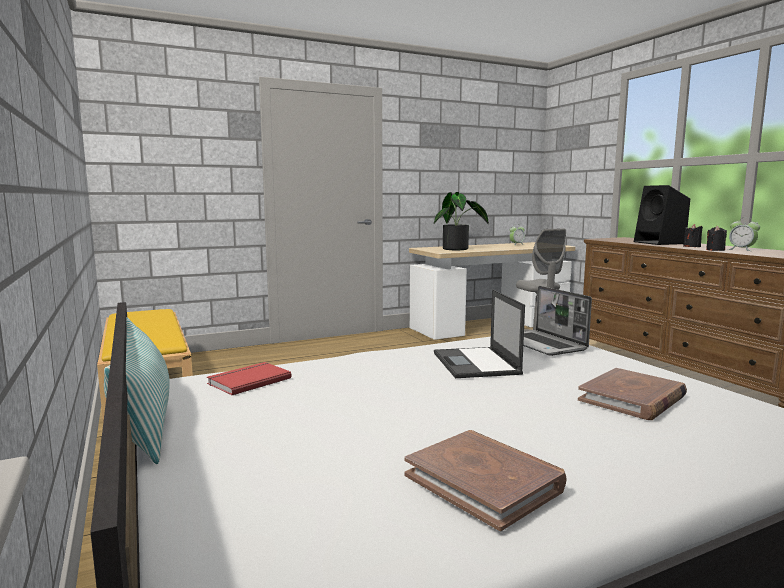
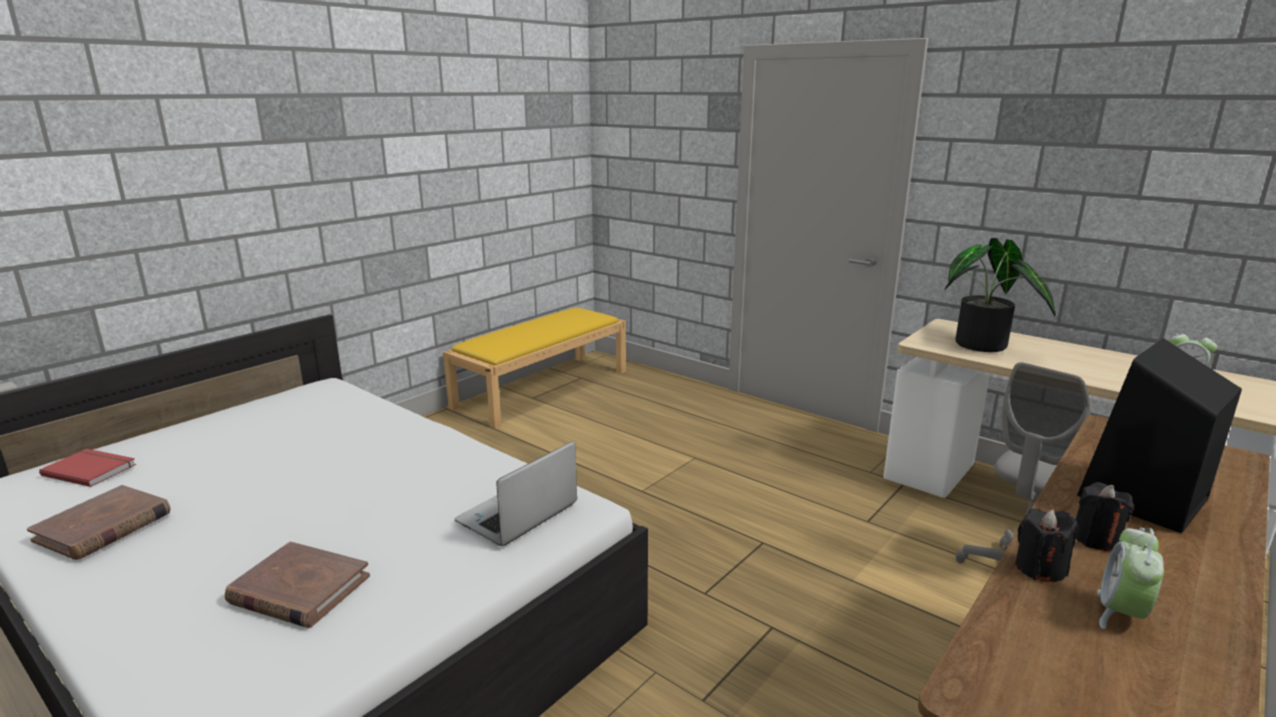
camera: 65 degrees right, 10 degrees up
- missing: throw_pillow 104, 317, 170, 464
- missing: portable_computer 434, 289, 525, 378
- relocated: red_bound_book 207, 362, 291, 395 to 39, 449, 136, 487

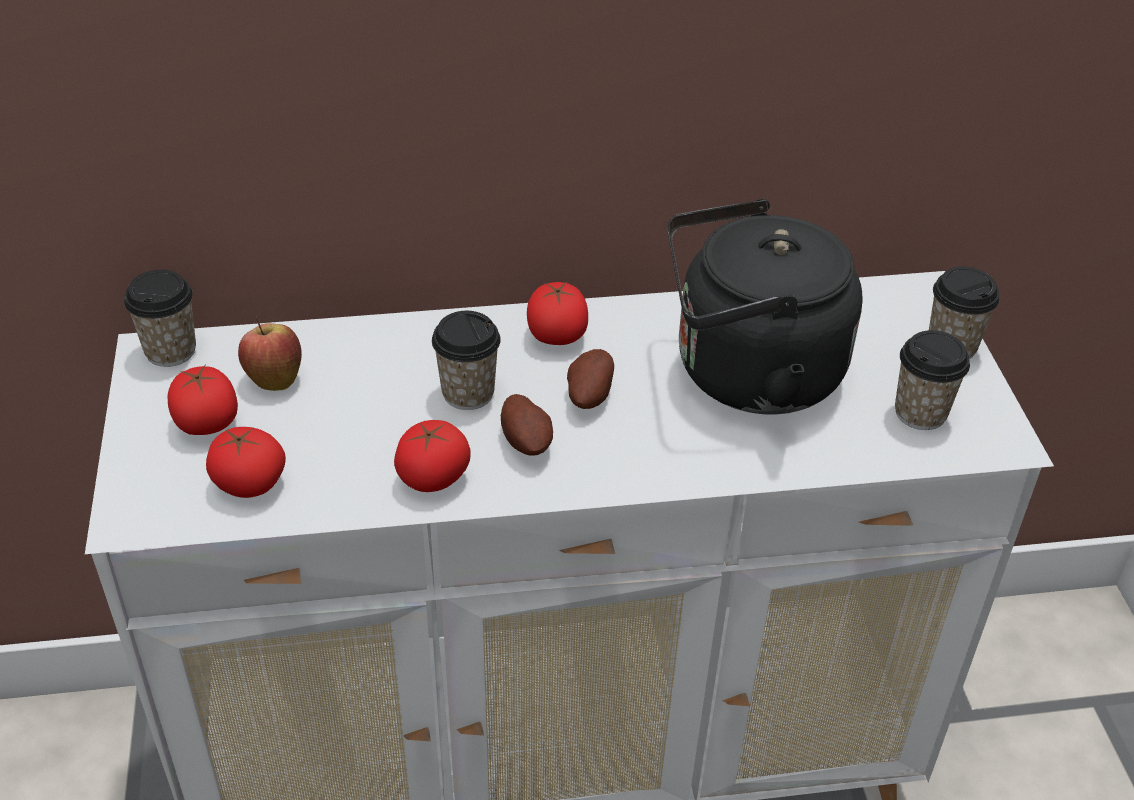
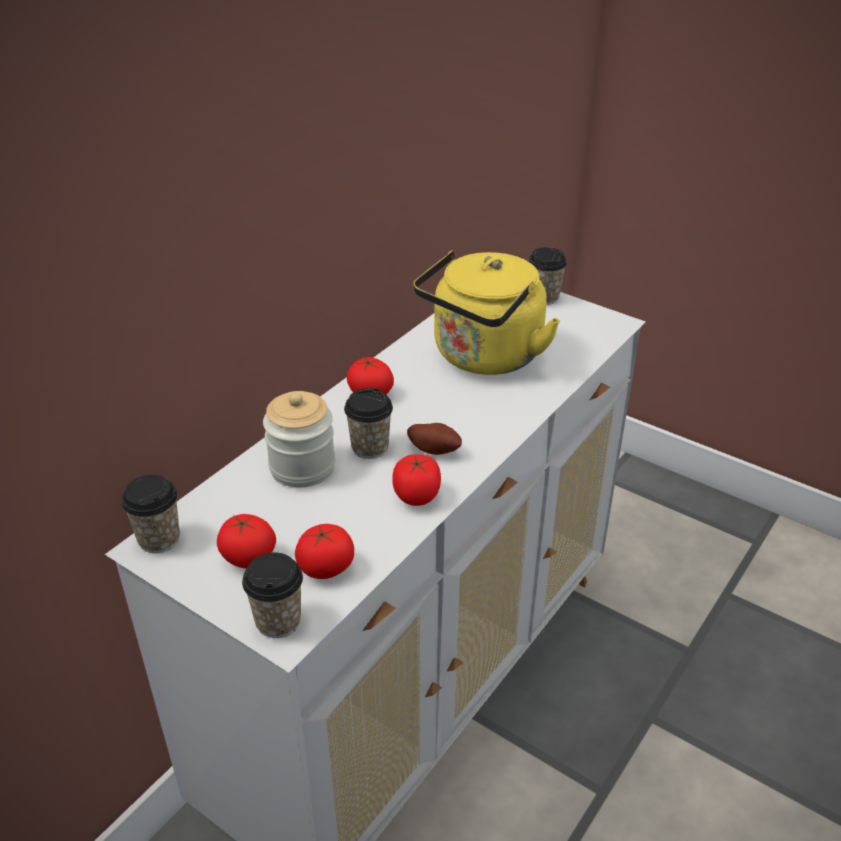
camera: 45 degrees left, 5 degrees down
- missing: apple_fruit 238, 316, 302, 391
- missing: whole_potato 567, 349, 614, 409
- appeared: storage_jar 263, 391, 335, 488
- relocated: drinking_cup 895, 330, 970, 430 to 242, 552, 303, 638
- colour: black-coloured_kettle 668, 199, 863, 414 to yellow_kettle 413, 250, 561, 375

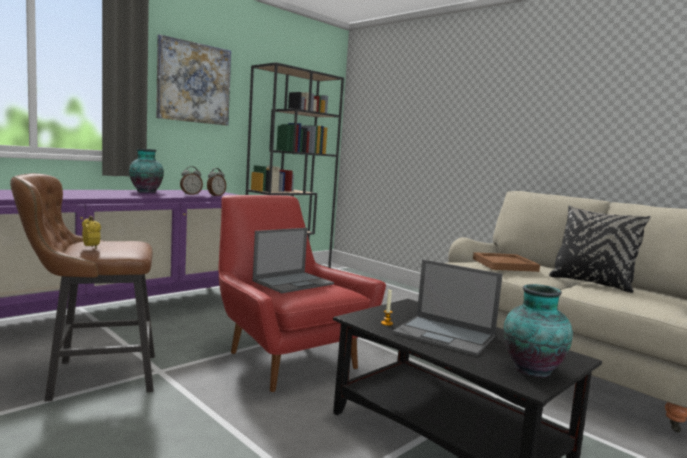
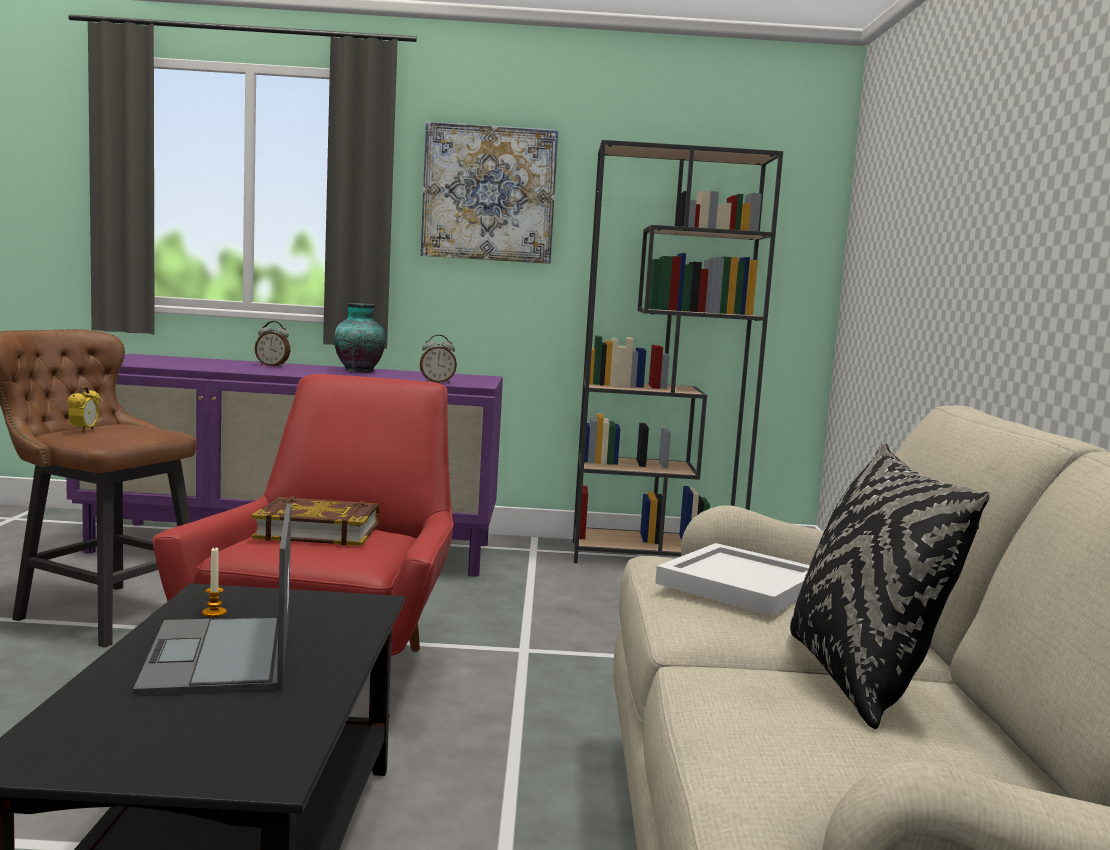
camera: 45 degrees right, 0 degrees up
- missing: decorative_vase 503, 284, 573, 378
- relocated: table_clock 180, 166, 203, 195 to 255, 321, 291, 367
- exchanged: portable_computer 252, 228, 334, 293 to bound_book 251, 496, 380, 546
- colour: brown_serving_tray 473, 252, 540, 272 to white-coloured_serving_tray 655, 543, 810, 616

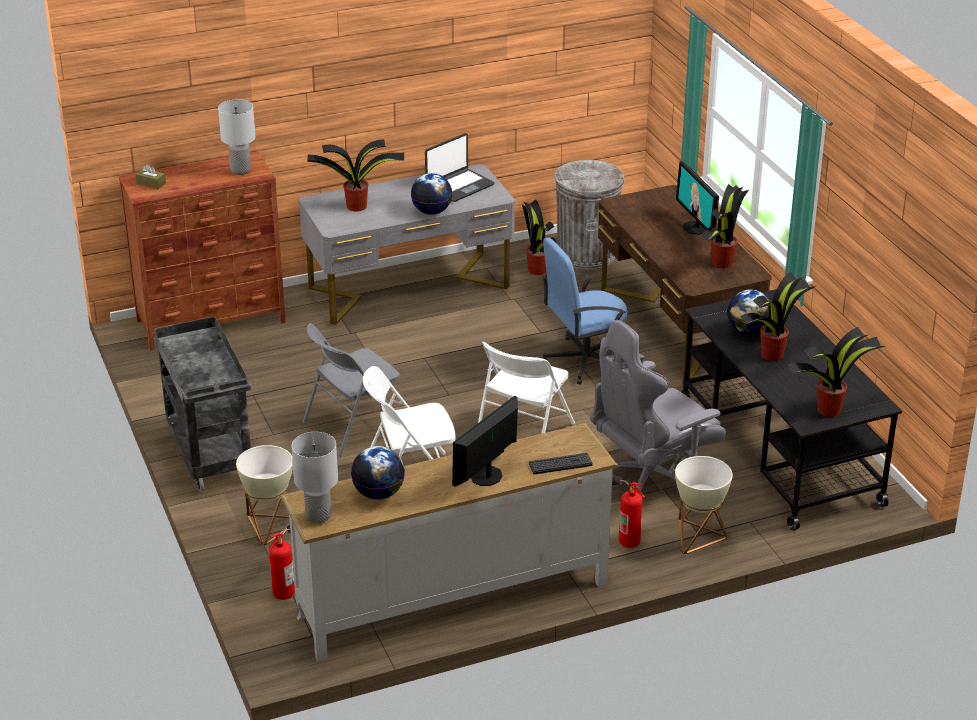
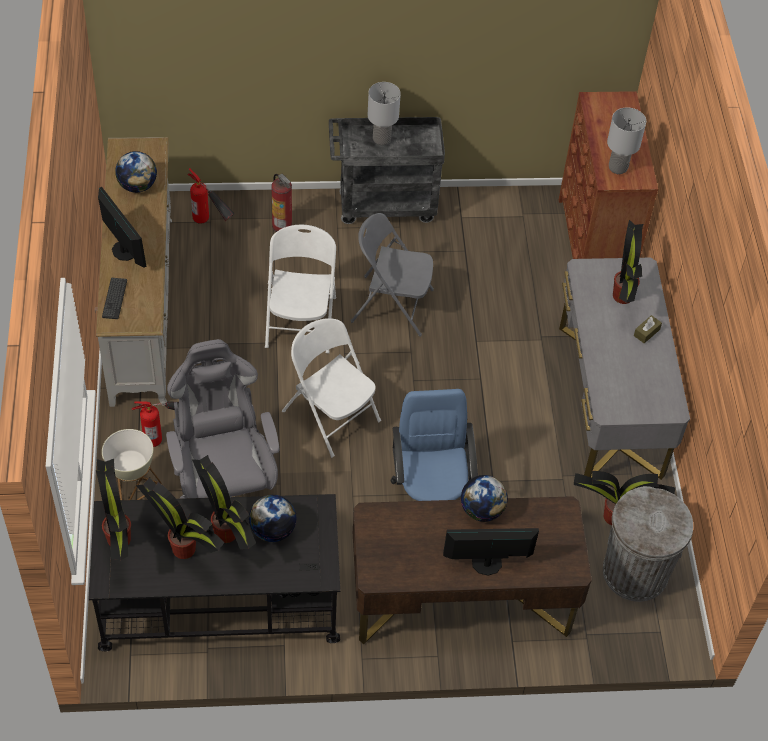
camera: 105 degrees right, 20 degrees up
- missing: portable_computer 425, 133, 494, 202
- relocated: brown_box_of_tissues 135, 164, 166, 189 to 634, 315, 662, 343
- relocated: gray_lamp_for_a_table 292, 432, 338, 523 to 368, 82, 401, 145
- relocated: desk_globe 411, 173, 452, 215 to 461, 475, 507, 522
- relocated: potted_plant 700, 184, 749, 268 to 136, 478, 224, 559
- exchanged: plant_pot 236, 445, 293, 545 to fire_extinguisher 271, 174, 292, 232
- spun: gray_upright_chair 302, 323, 400, 457 = 351, 213, 434, 337 60 degrees counterclockwise

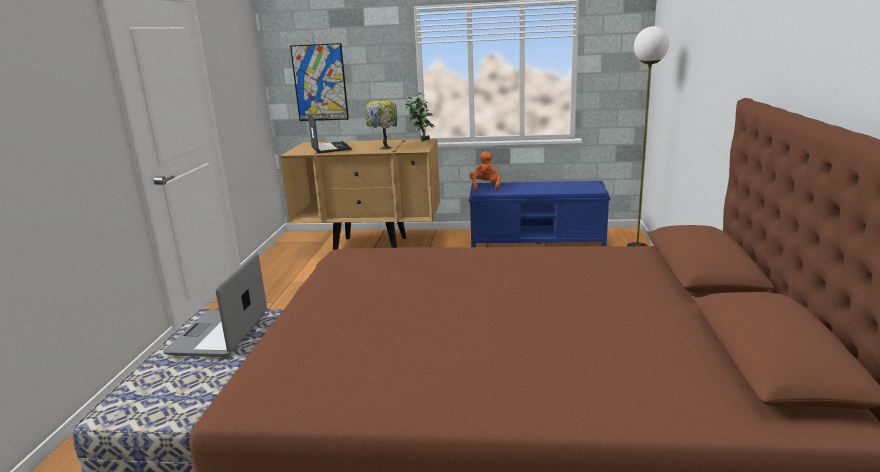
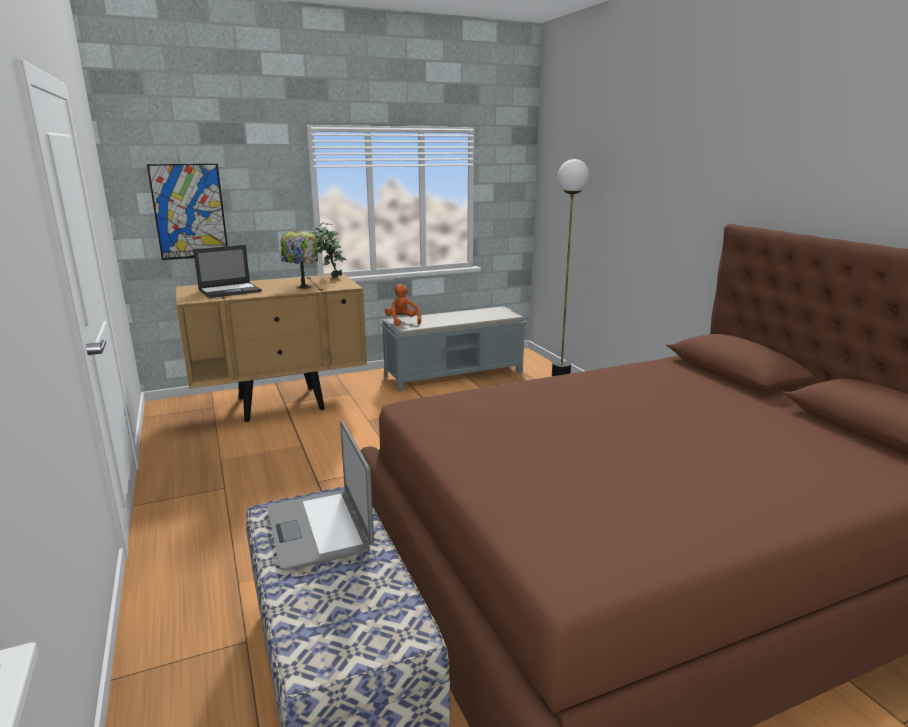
camera: 30 degrees left, 0 degrees up
- colour: blue_bench 469, 181, 611, 247 to gray_bench 381, 306, 526, 392
- spun: portable_computer 308, 113, 352, 153 = 193, 245, 262, 298 105 degrees clockwise

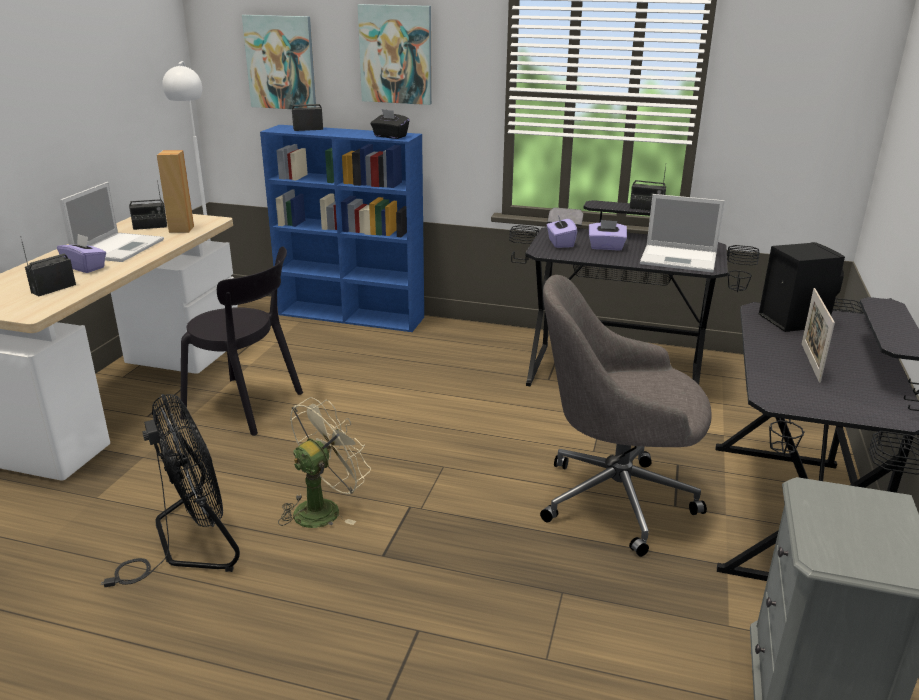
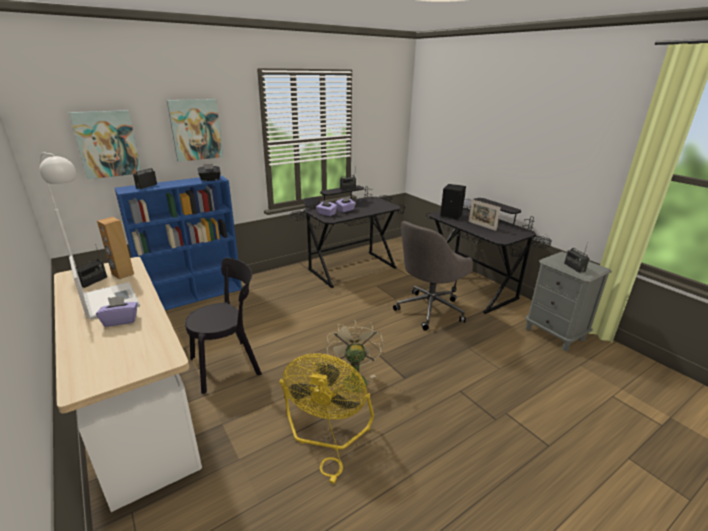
camera: 50 degrees left, 0 degrees up
- missing: portable_computer 640, 194, 725, 272
- relocated: radio_set 20, 236, 76, 296 to 564, 242, 590, 273
- colour: black-coloured_fan 102, 394, 240, 587 to yellow_fan 279, 353, 374, 485

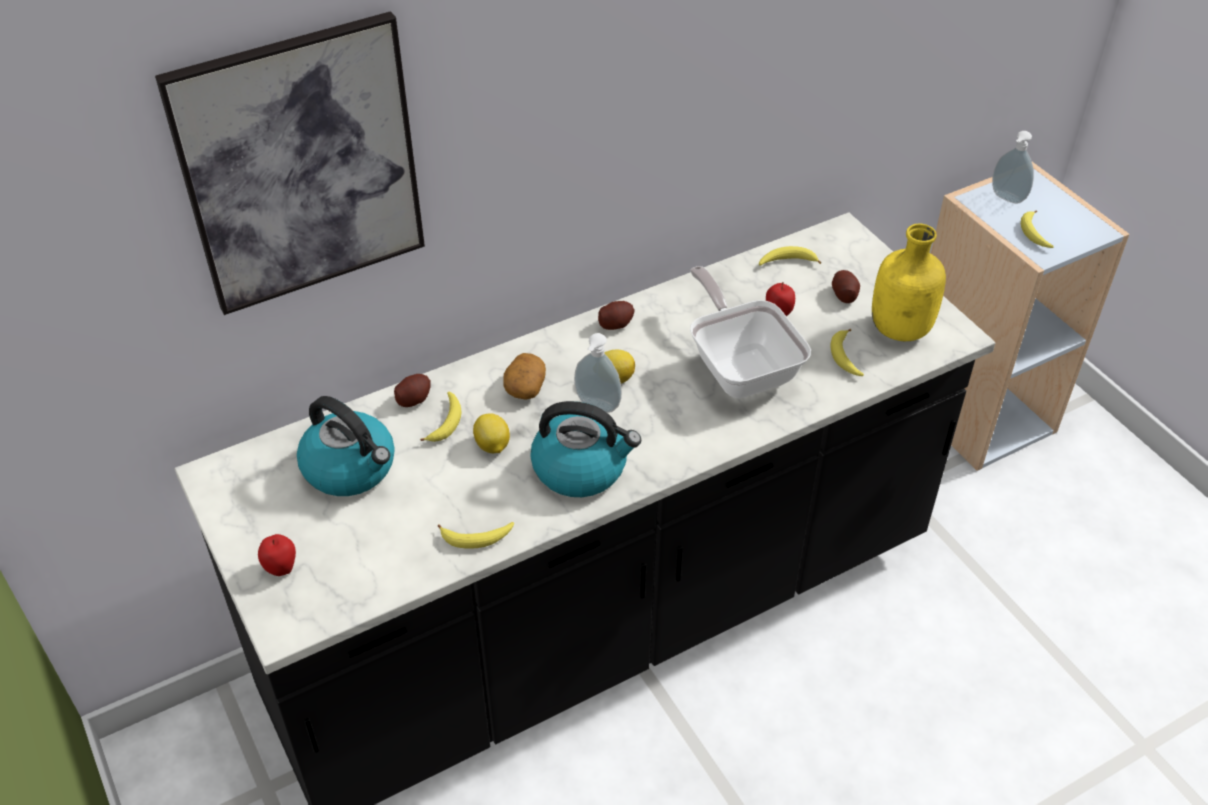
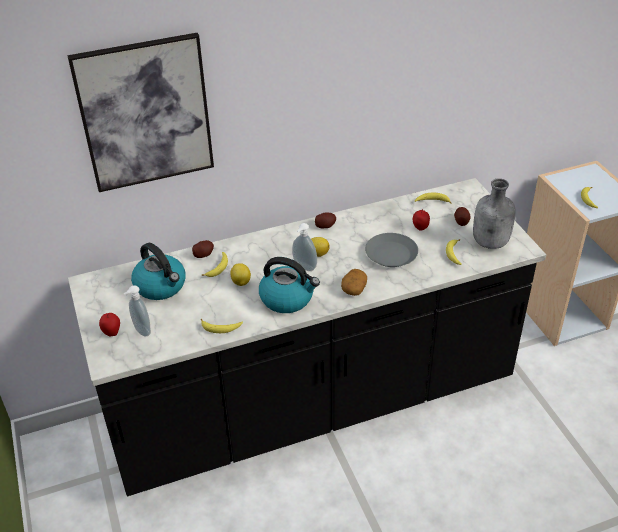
camera: 10 degrees right, 5 degrees down
- relocated: whole_potato 503, 353, 546, 400 to 341, 269, 367, 296
- relocated: soap_dispenser 992, 131, 1034, 204 to 124, 285, 151, 337
- exchanged: skillet 690, 266, 811, 398 to gray_plate 365, 233, 418, 267
- colour: yellow_bottle 872, 224, 946, 341 to gray_bottle 473, 178, 516, 249

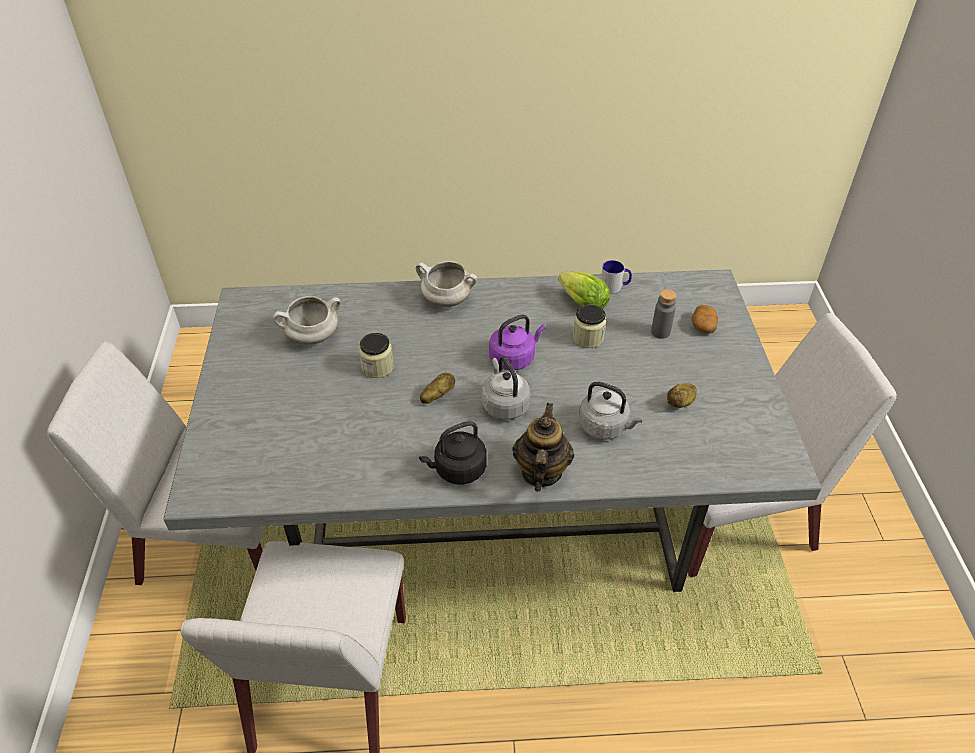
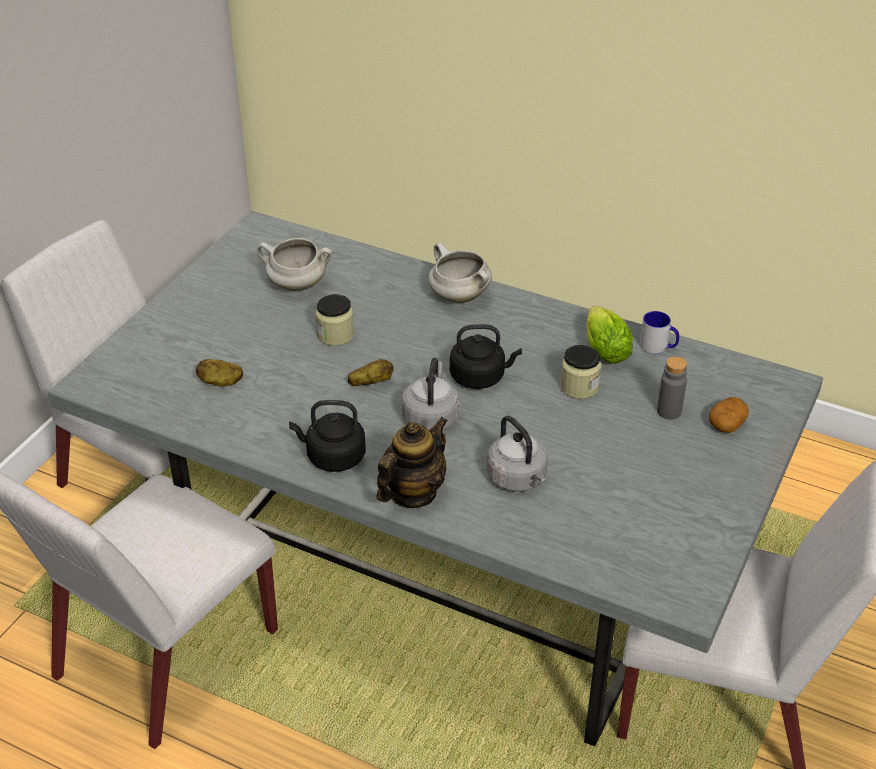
camera: 30 degrees right, 5 degrees down
- relocated: whole_potato 667, 383, 697, 408 to 196, 359, 243, 387
- colour: purple_kettle 489, 315, 546, 370 to black-coloured_kettle 450, 324, 522, 389

